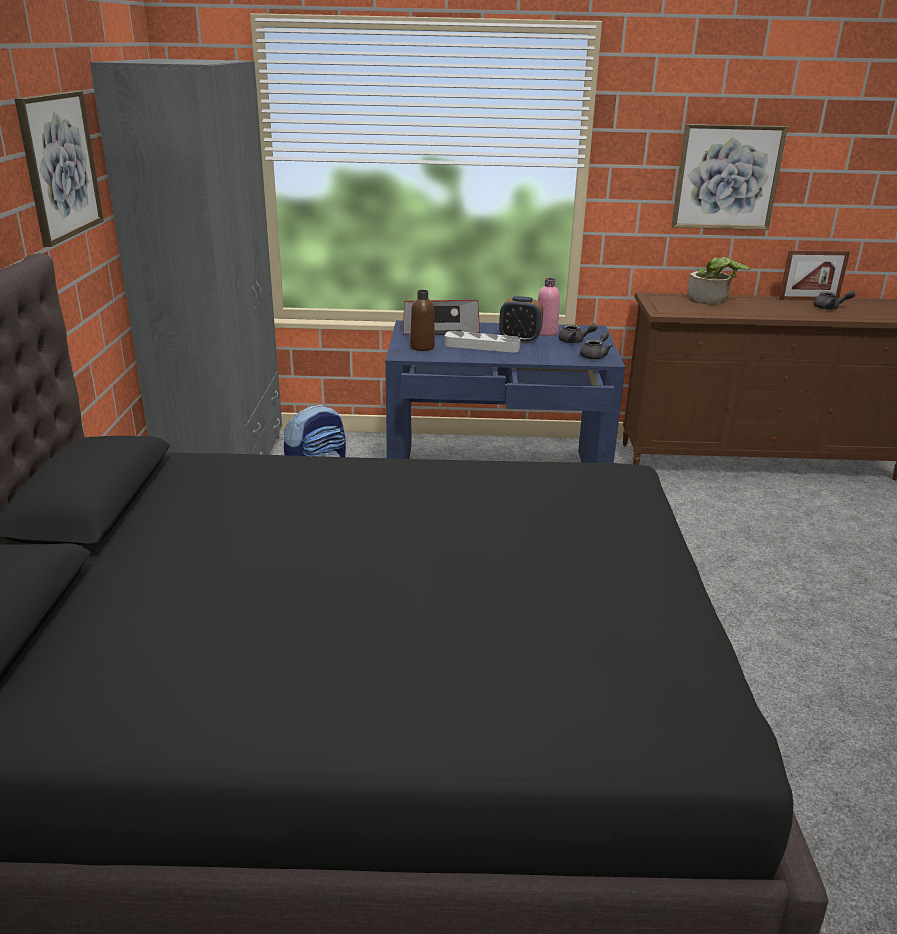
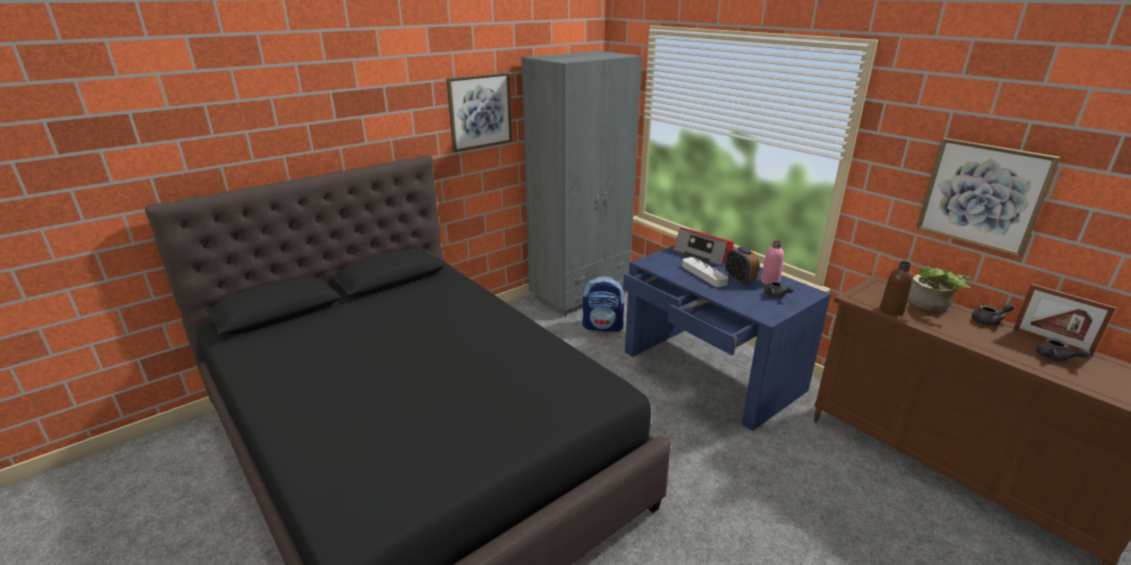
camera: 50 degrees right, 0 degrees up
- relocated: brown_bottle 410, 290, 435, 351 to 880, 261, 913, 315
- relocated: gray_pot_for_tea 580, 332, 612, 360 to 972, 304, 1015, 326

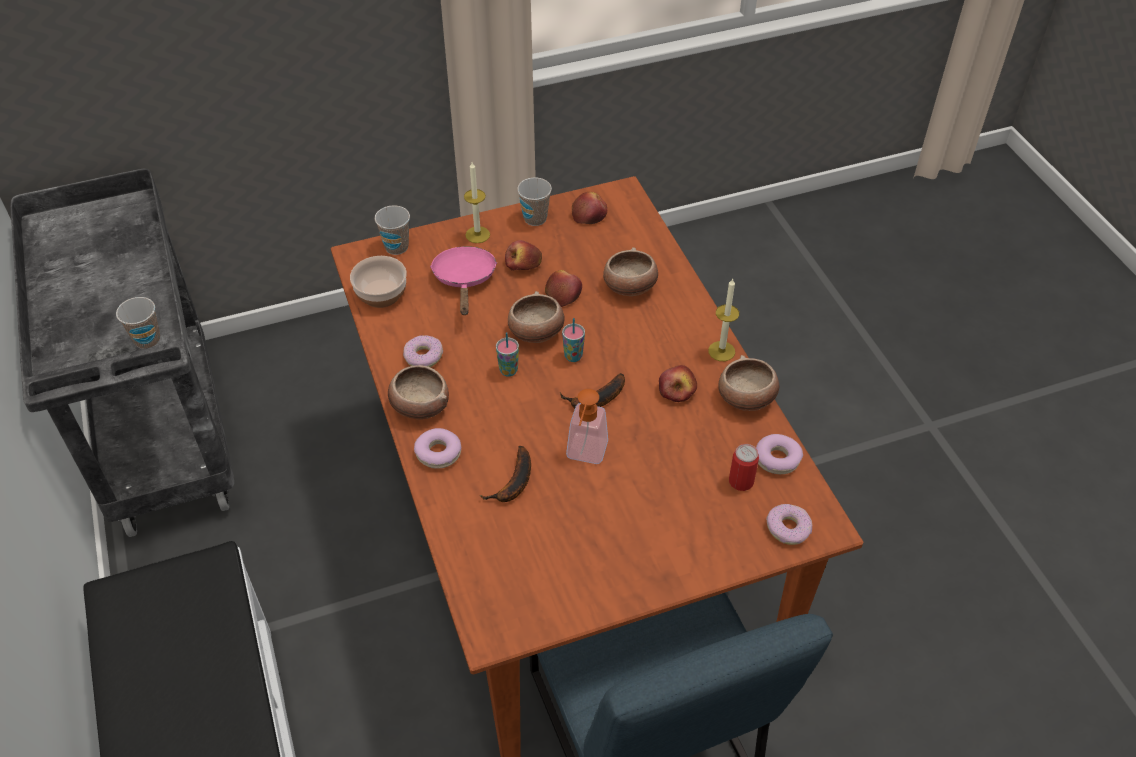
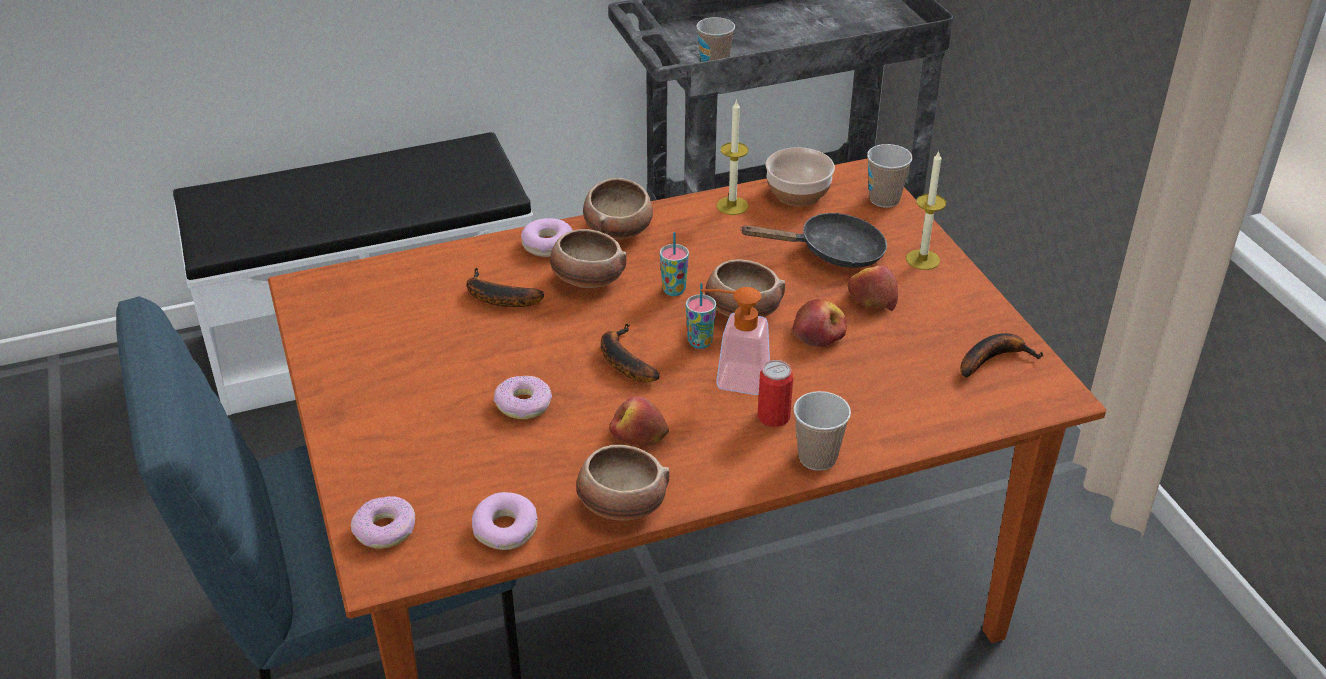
camera: 90 degrees right, 10 degrees down
- relocated: doughnut 403, 335, 443, 367 to 494, 376, 552, 419
- relocated: drinking_cup 517, 178, 552, 226 to 793, 391, 851, 471
- relocated: soap_dispenser 566, 389, 608, 464 to 701, 287, 770, 395
- relocated: bowl 603, 247, 658, 296 to 550, 229, 627, 288
- relocated: wax_candle 708, 279, 739, 361 to 717, 99, 748, 215
- relocated: sealed_can 729, 444, 759, 491 to 758, 360, 793, 427
- exchanged: apple_fruit 572, 192, 607, 224 to banana 960, 333, 1043, 378
- colour: pink_skillet 430, 246, 497, 315 to black-coloured_skillet 739, 212, 887, 268

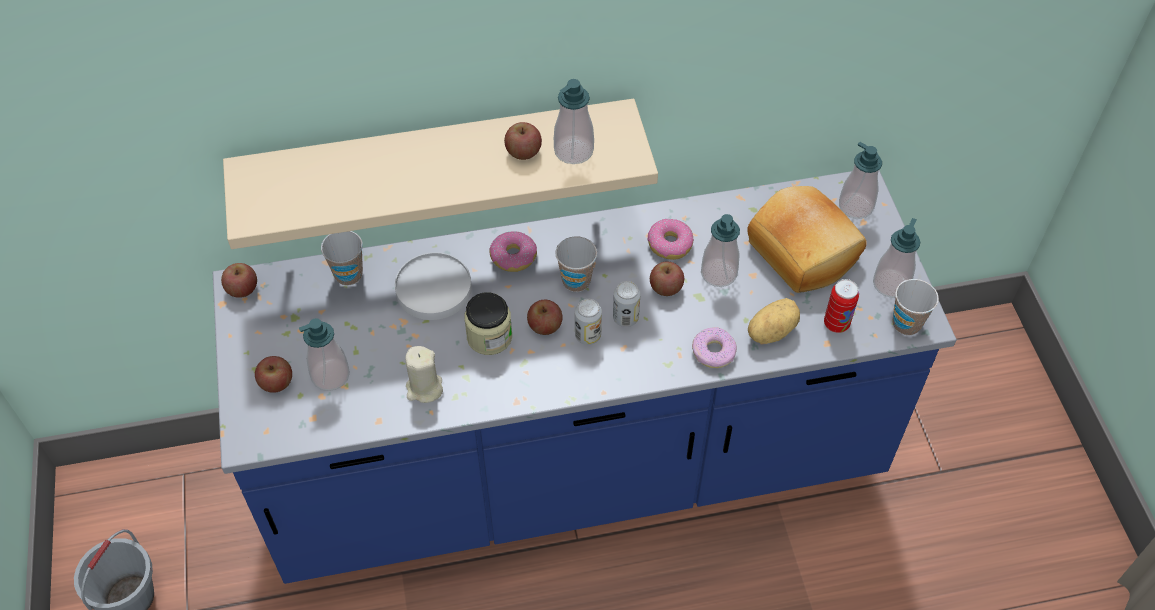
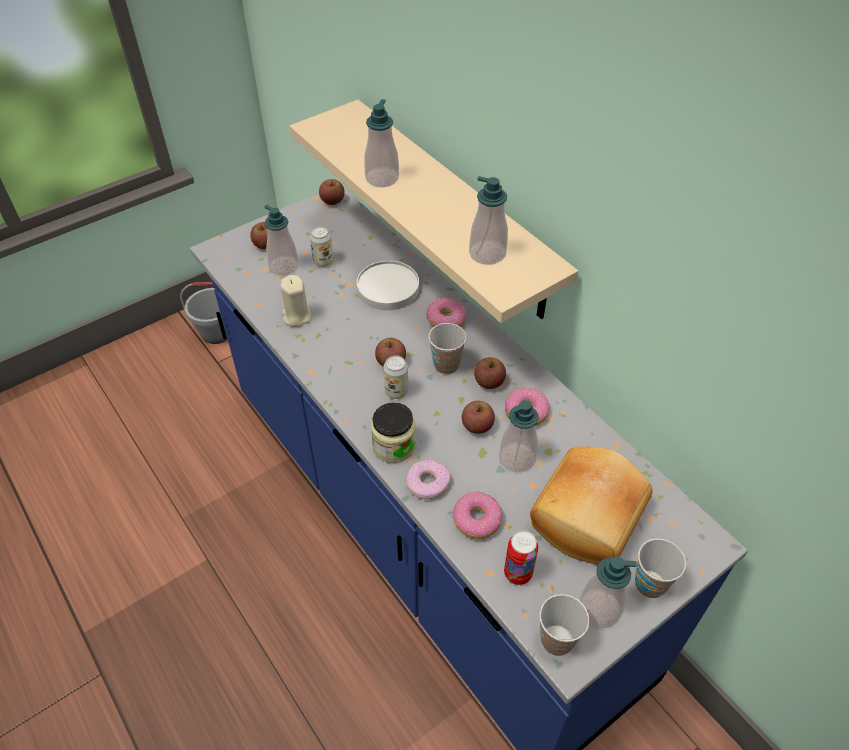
camera: 65 degrees right, 5 degrees down
- relocated: drinking_cup 321, 231, 363, 286 to 635, 538, 686, 598
- relocated: storage_jar 464, 292, 512, 355 to 371, 402, 416, 463
- relocated: apple_fruit 504, 122, 542, 160 to 474, 357, 506, 389
- relocated: sealed_can 613, 281, 640, 327 to 310, 227, 333, 267
- relocated: soap_dispenser 839, 142, 882, 219 to 364, 99, 399, 187
- exchanged: whole_potato 748, 298, 800, 344 to doughnut 453, 491, 502, 539

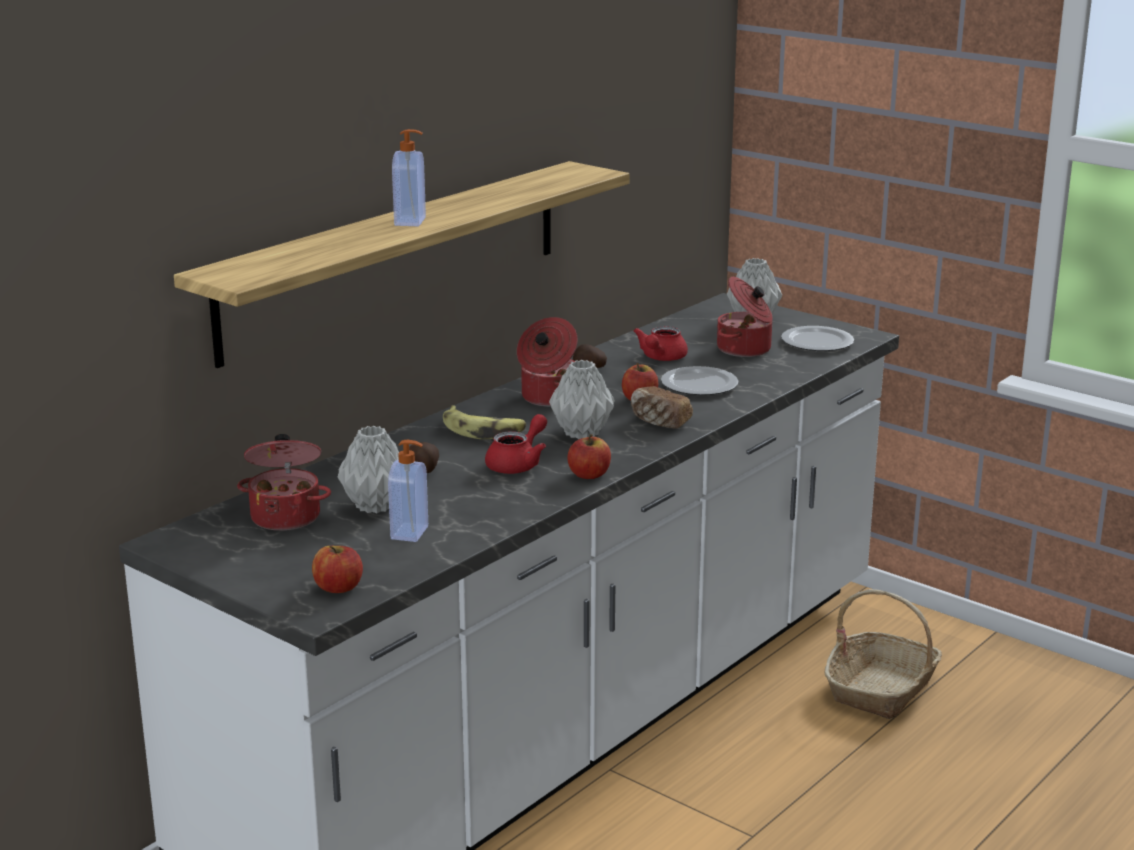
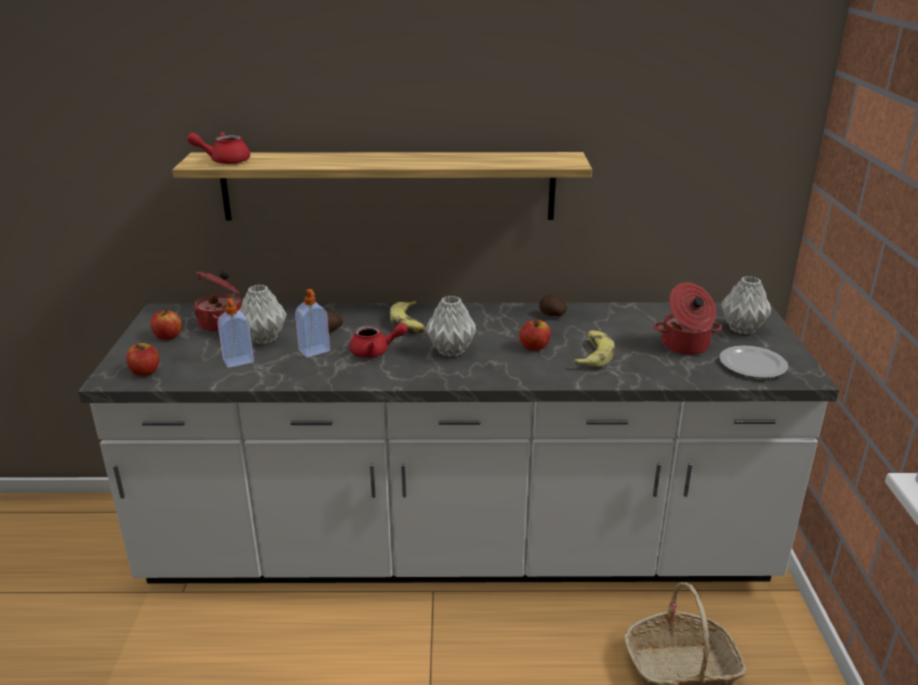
camera: 50 degrees right, 5 degrees up
- missing: cooking_pot 517, 317, 578, 407
- missing: baked_bread 631, 386, 693, 429
- relocated: soap_dispenser 392, 129, 426, 226 to 295, 289, 330, 358
- relocated: apple_fruit 567, 434, 611, 479 to 150, 309, 182, 340
- relocated: red_pot_for_tea 634, 326, 688, 361 to 187, 132, 250, 164
- exchanged: plate 661, 366, 738, 395 to banana 573, 330, 615, 367

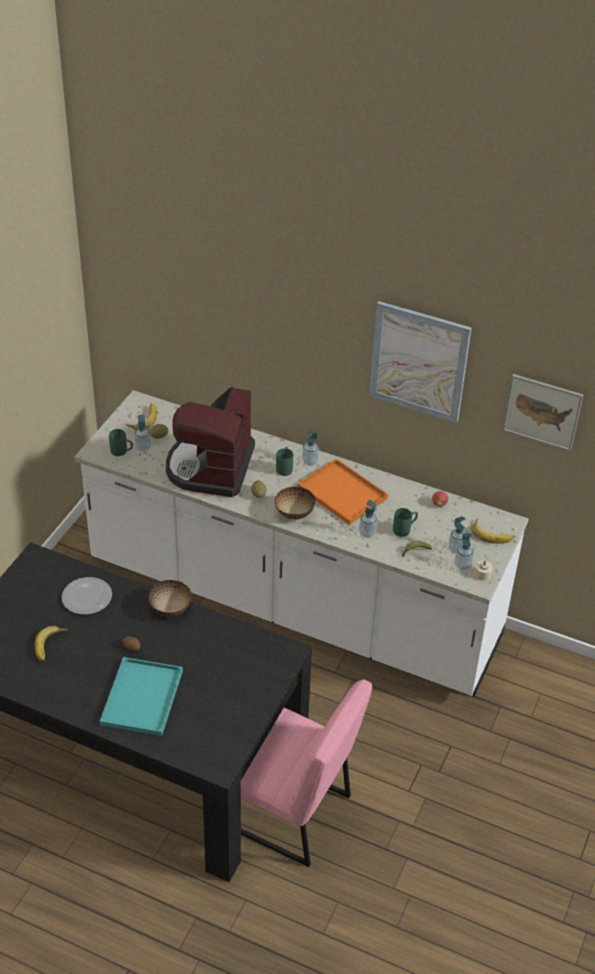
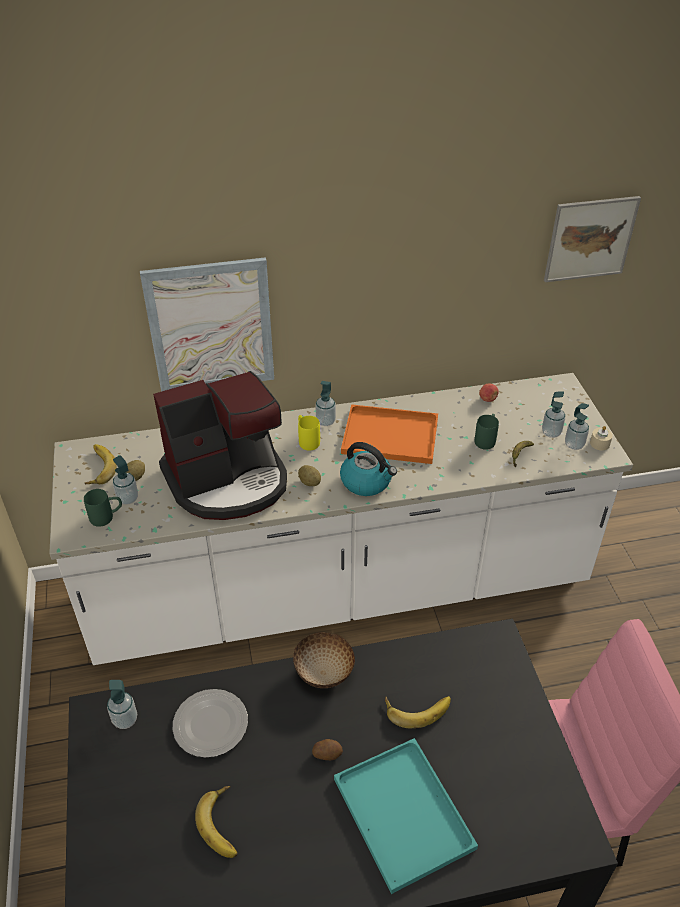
camera: 35 degrees left, 0 degrees up
- relocated: soap_dispenser 359, 500, 377, 538 to 107, 680, 137, 729
- relocated: wall_picture 369, 301, 471, 423 to 140, 257, 274, 392
- relocated: banana 471, 518, 514, 544 to 385, 696, 451, 729
- exchanged: bowl 275, 487, 315, 520 to kettle 340, 442, 397, 496
- colour: greenish_coffee_mug 276, 447, 293, 476 to yellow_coffee_mug 298, 415, 320, 451
- spun: coffee_brewer 166, 387, 255, 497 = 153, 371, 287, 520 90 degrees counterclockwise

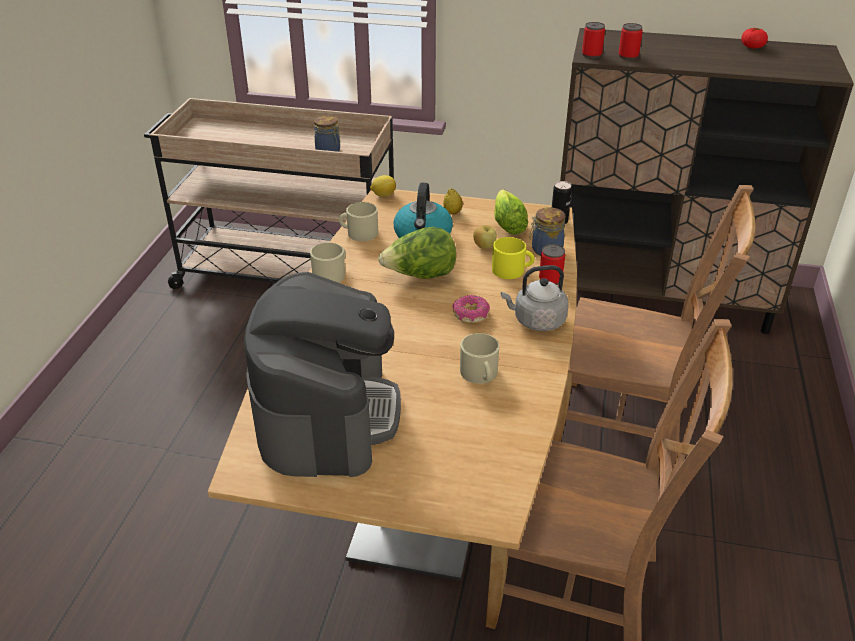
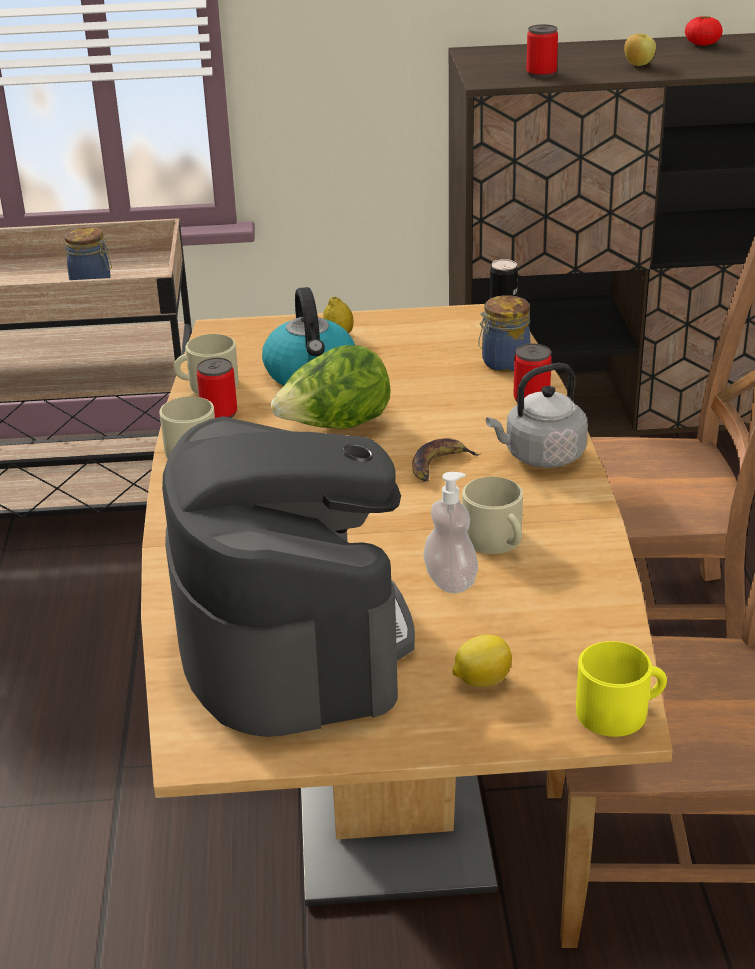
camera: 15 degrees left, 5 degrees down
- missing: lettuce 494, 189, 528, 235
- appeared: soap_dispenser 423, 472, 478, 593
- relocated: whole_lemon 370, 175, 396, 197 to 452, 635, 512, 687
- relocated: apple_fruit 473, 225, 497, 249 to 624, 34, 656, 66
- relocated: yellow_coffee_mug 492, 237, 535, 279 to 576, 641, 667, 737
- relocated: sealed_can 582, 22, 605, 59 to 197, 358, 237, 418
- exchanged: doughnut 453, 295, 490, 323 to banana 412, 438, 480, 482

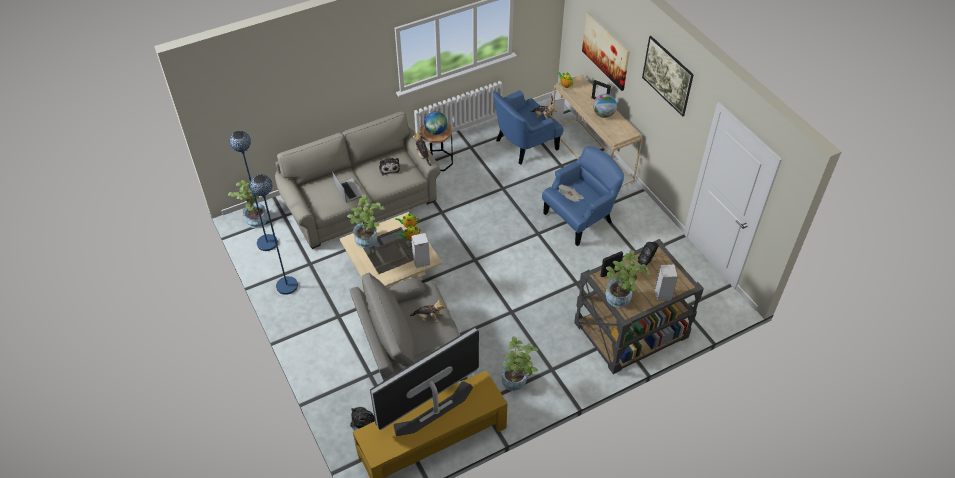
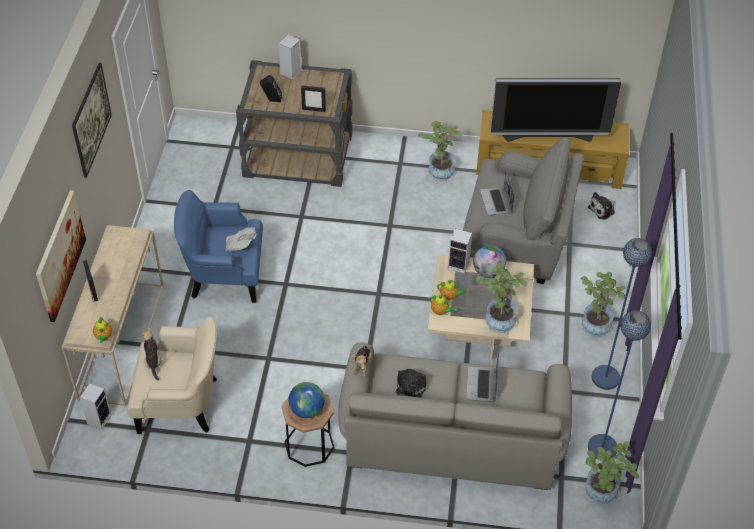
camera: 145 degrees left, 0 degrees up
- relocated: desk_globe 593, 94, 617, 118 to 473, 245, 506, 278
- relocated: potted_plant 606, 250, 650, 308 to 581, 272, 626, 337
- exchanged: cuddly_toy 410, 300, 446, 323 to portable_computer 480, 171, 515, 216
- colour: blue_easy_chair 493, 90, 563, 164 to sand-coloured_easy_chair 127, 316, 217, 434

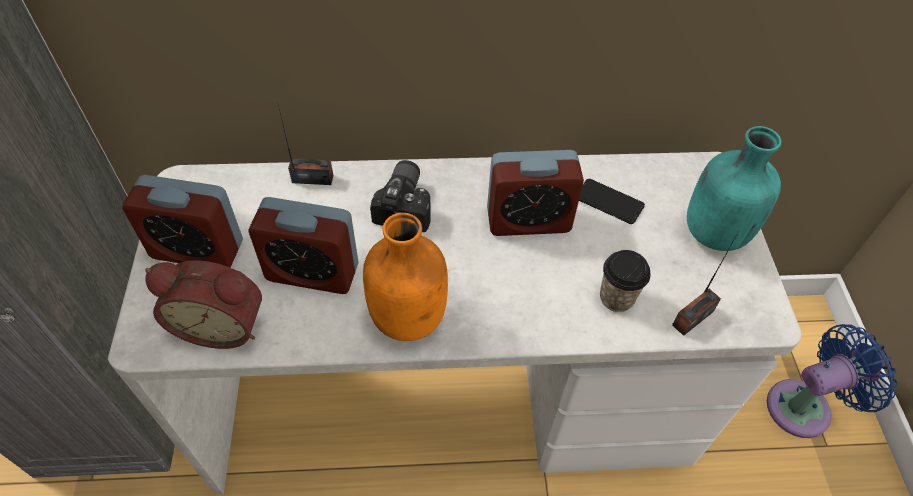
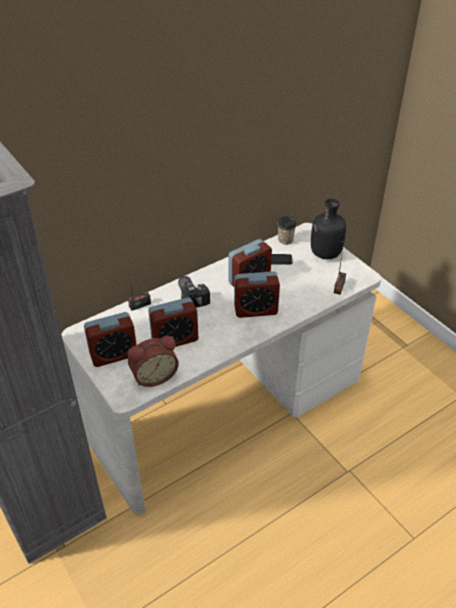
camera: 30 degrees left, 10 degrees down
- missing: orange_bottle 363, 213, 448, 341
- missing: blue_fan 767, 324, 898, 438
- appeared: table_clock 234, 271, 280, 318
- relocated: drinking_cup 600, 250, 650, 312 to 277, 216, 297, 245
- colour: turquoise-coloured_bottle 687, 126, 782, 251 to black-coloured_bottle 311, 199, 346, 259

